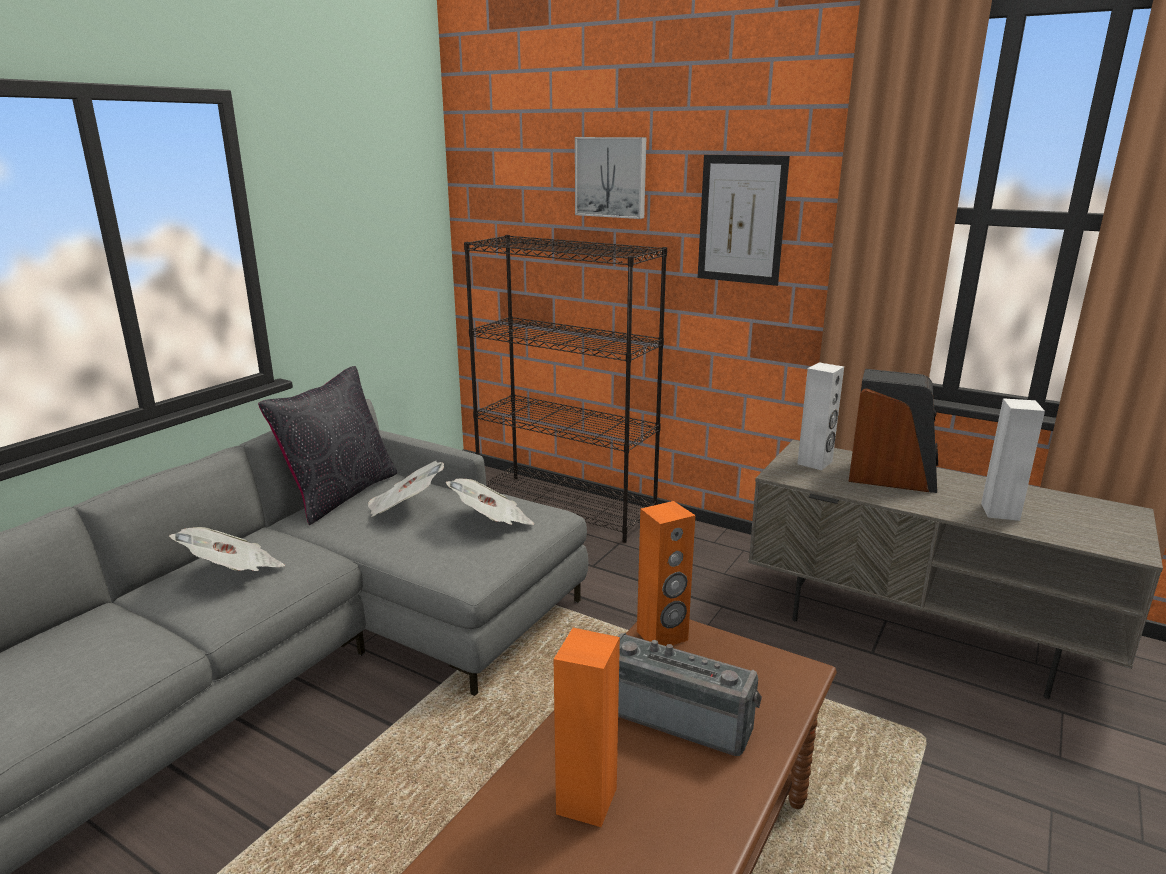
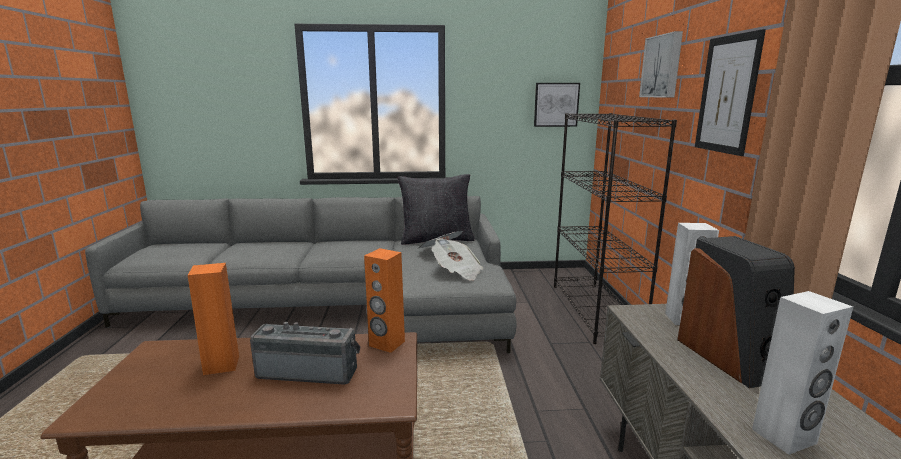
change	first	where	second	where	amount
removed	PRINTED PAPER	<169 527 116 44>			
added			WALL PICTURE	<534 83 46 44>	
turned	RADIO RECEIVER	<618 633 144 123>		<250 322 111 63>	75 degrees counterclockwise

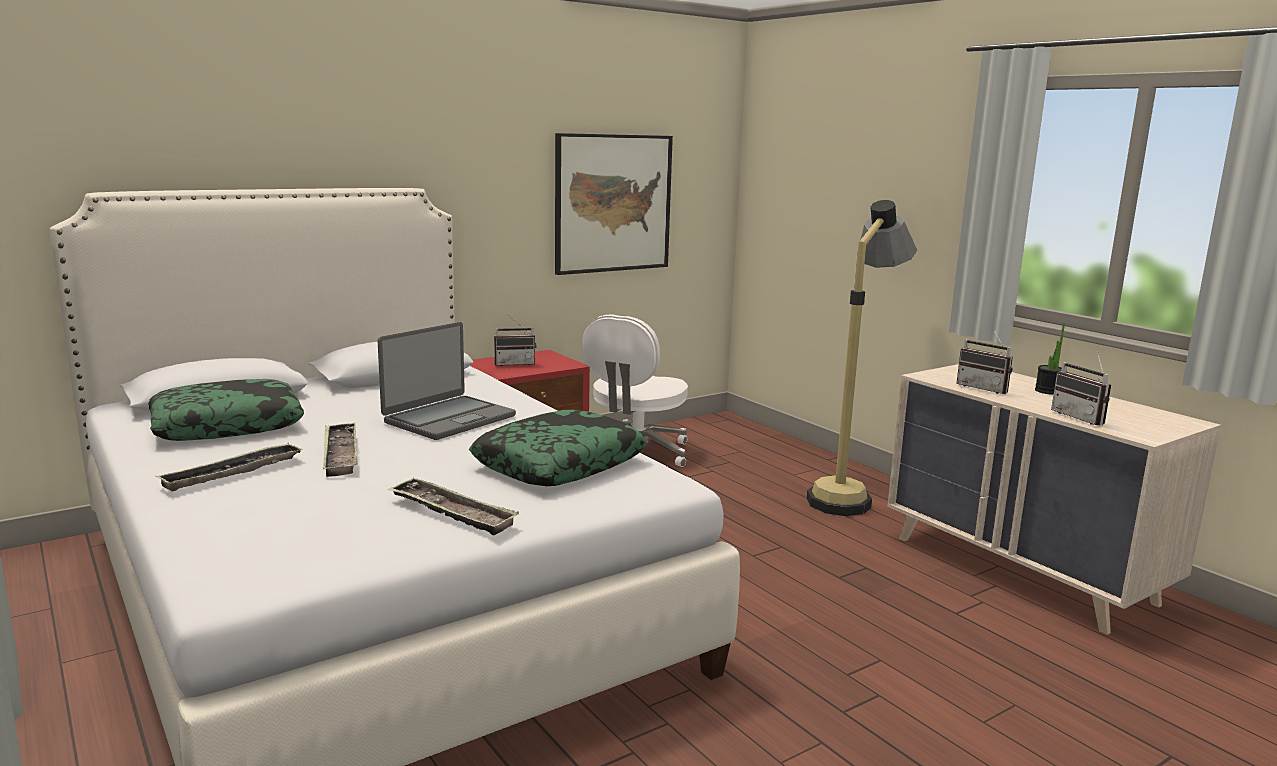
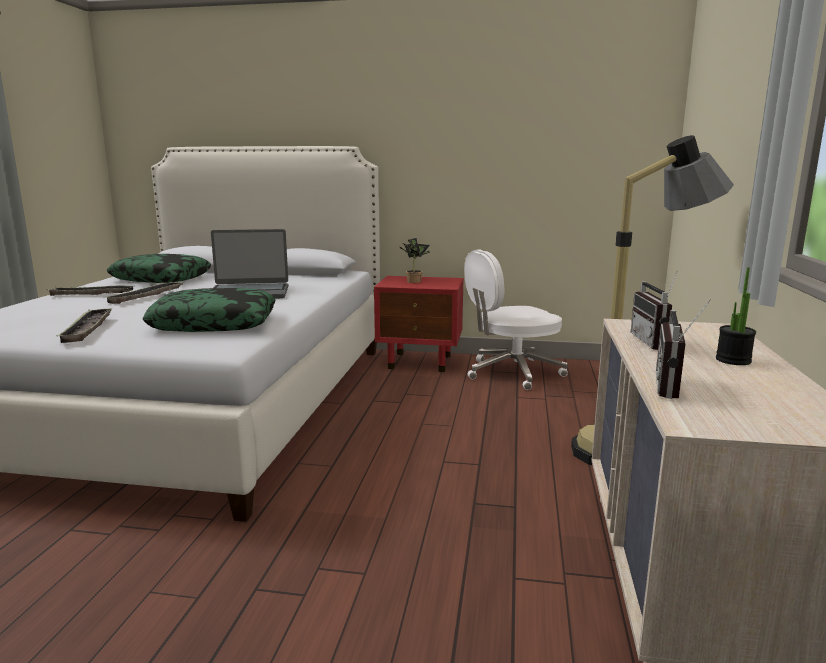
change	first	where	second	where	amount
removed	WALL PICTURE	<555 133 118 142>			
replaced	RADIO RECEIVER	<494 316 42 50>	POTTED PLANT	<400 238 30 45>	

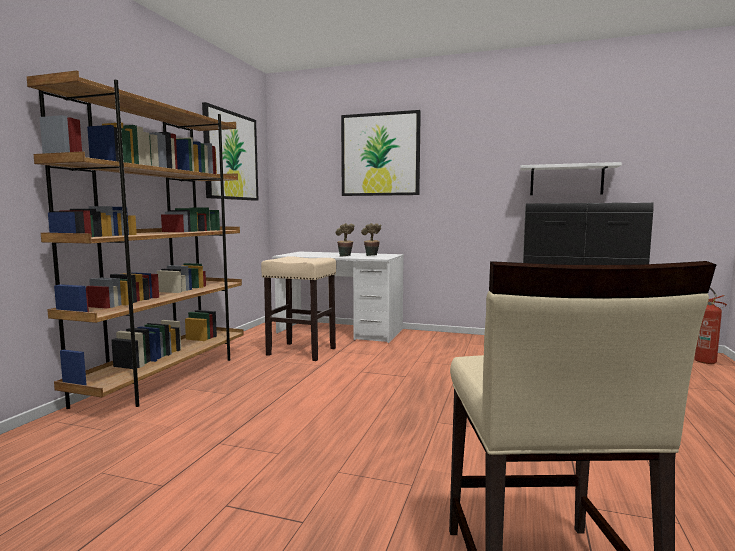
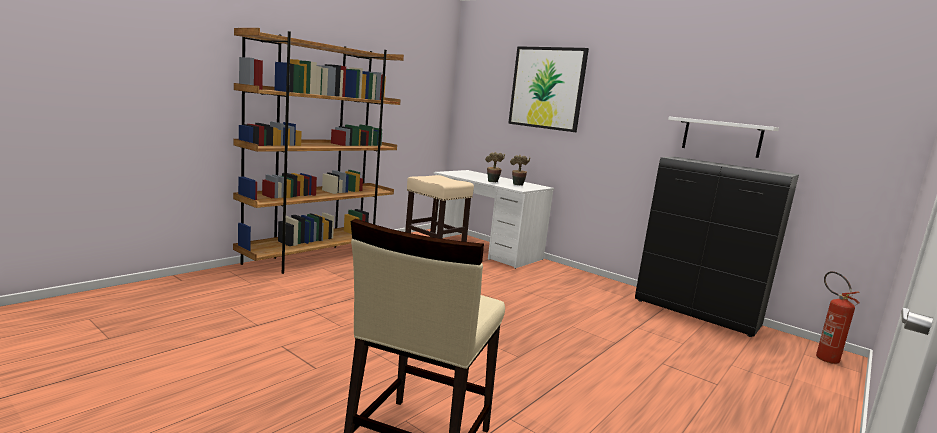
change	first	where	second	where	amount
removed	WALL PICTURE	<202 102 56 99>			

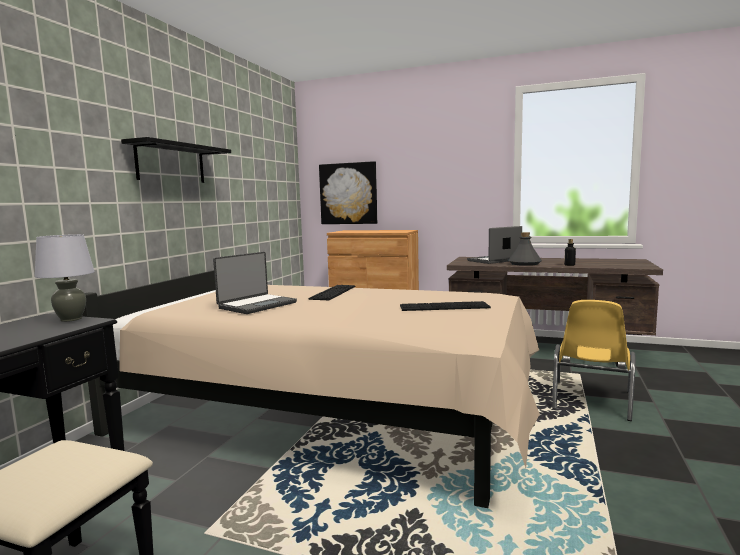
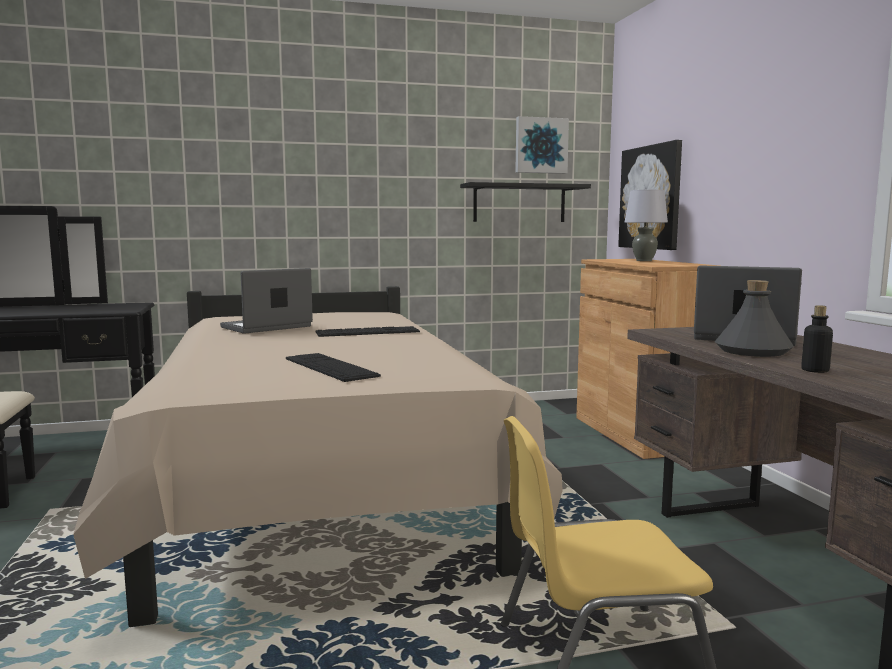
change	first	where	second	where	amount
added			WALL PICTURE	<515 116 54 58>	
moved	GREYISH TABLE LAMP	<35 234 60 88>		<624 190 44 71>	
moved	BLACK WALL SHELF	<121 137 110 46>		<460 182 131 40>	
turned	PORTABLE COMPUTER	<213 252 84 62>		<220 268 93 66>	135 degrees clockwise

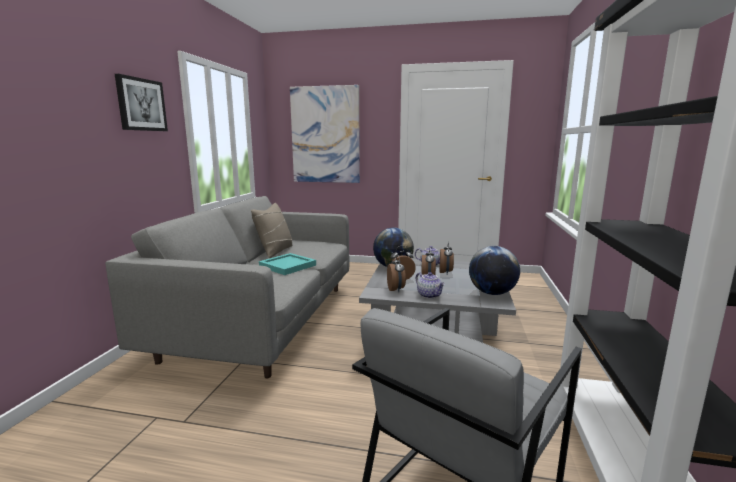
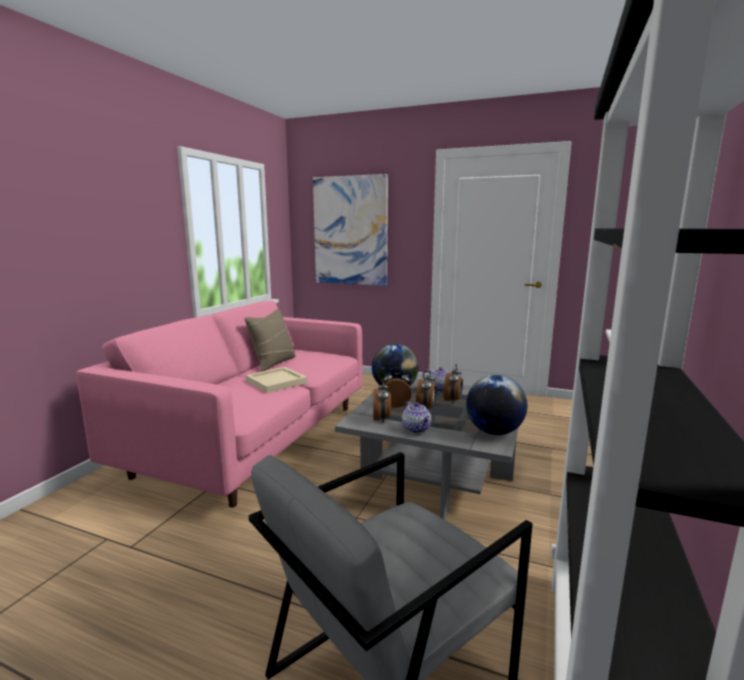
change	first	where	second	where	amount
removed	WALL PICTURE	<115 74 53 57>			
recoloured	GREYISH SETTEE	<105 196 244 182>	PINK-COLOURED SETTEE	<76 300 286 207>	
recoloured	TURQUOISE-COLOURED TRAY	<259 253 57 22>	SAND-COLOURED TRAY	<246 367 61 26>	

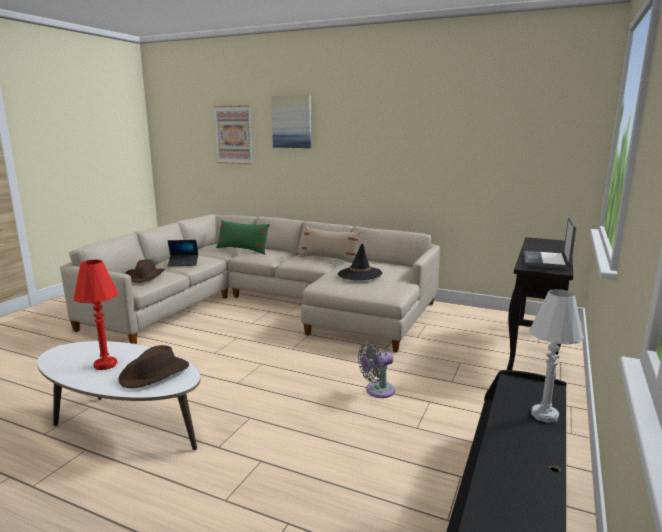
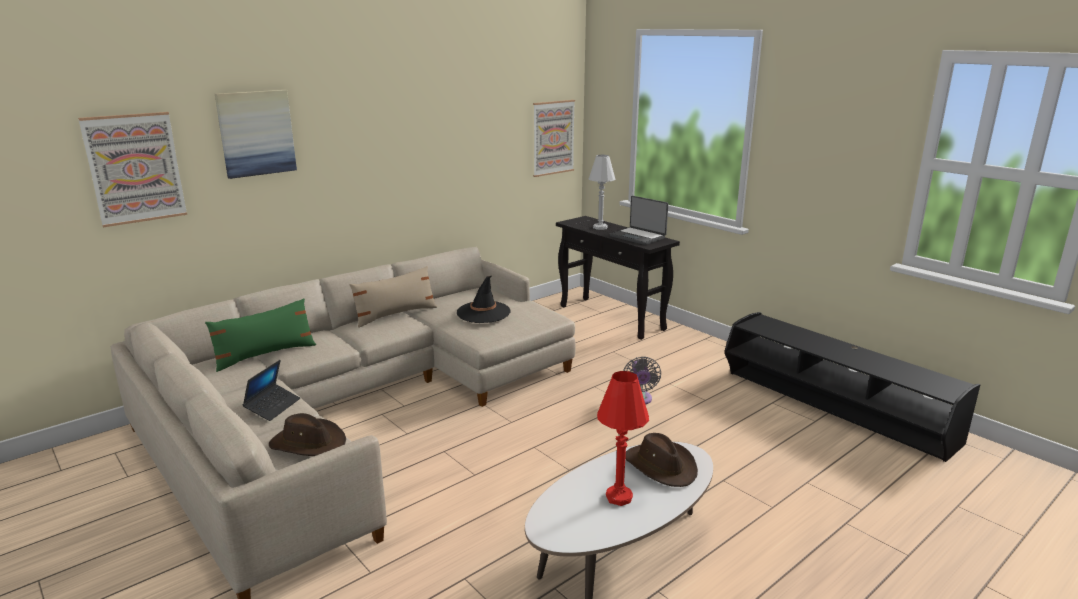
change	first	where	second	where	amount
added			WALL PICTURE	<533 100 42 77>	
moved	WHITE-COLOURED TABLE LAMP	<529 289 55 134>		<589 155 26 75>	

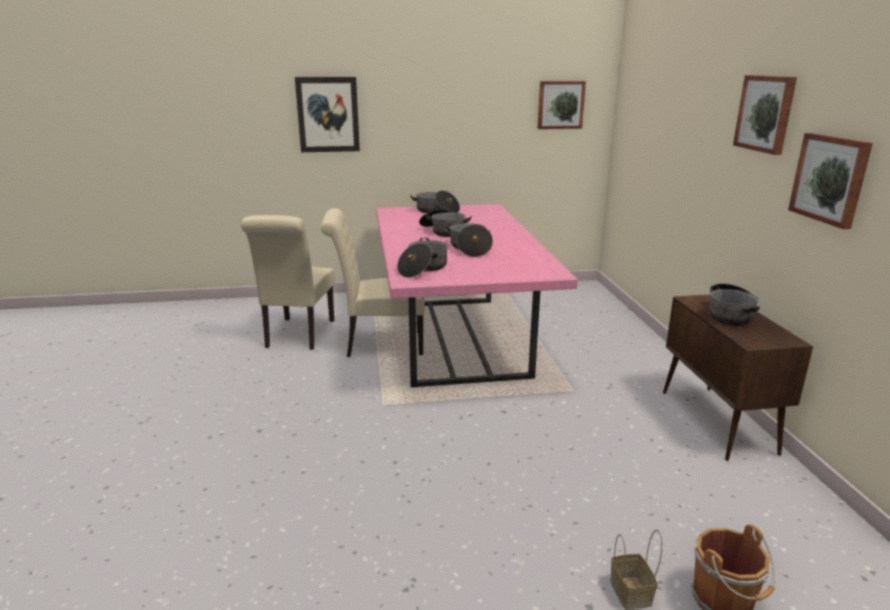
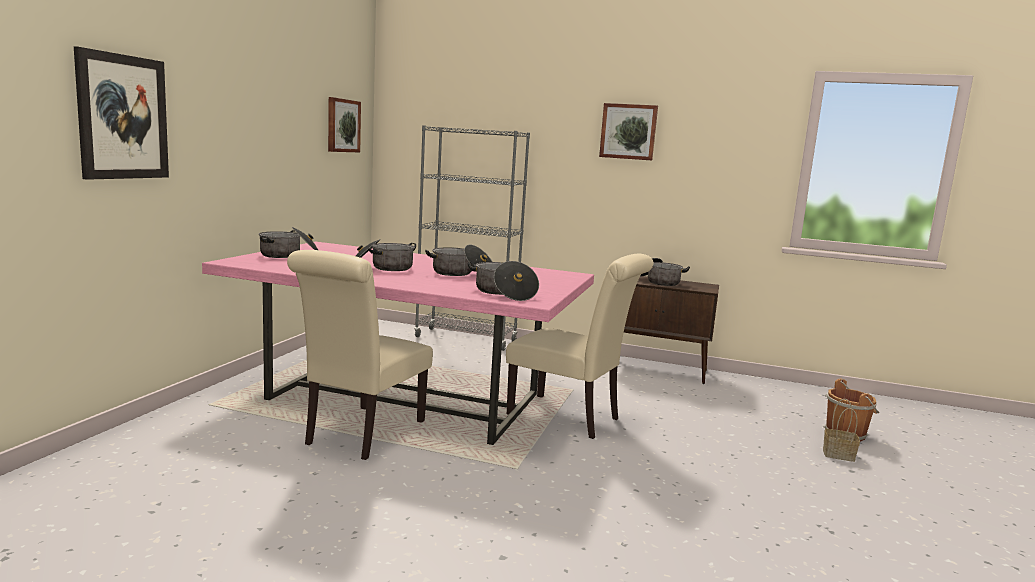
change	first	where	second	where	amount
removed	WALL PICTURE	<788 133 85 96>			
added			GREYISH BOOKSHELF	<414 125 116 226>	
moved	SAND-COLOURED PLAIN CHAIR	<241 215 94 135>		<506 254 147 185>	

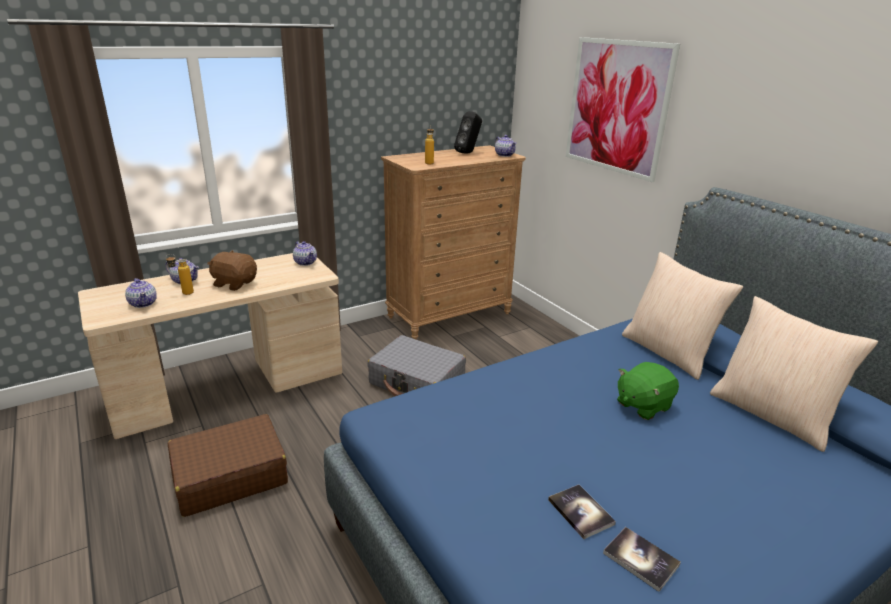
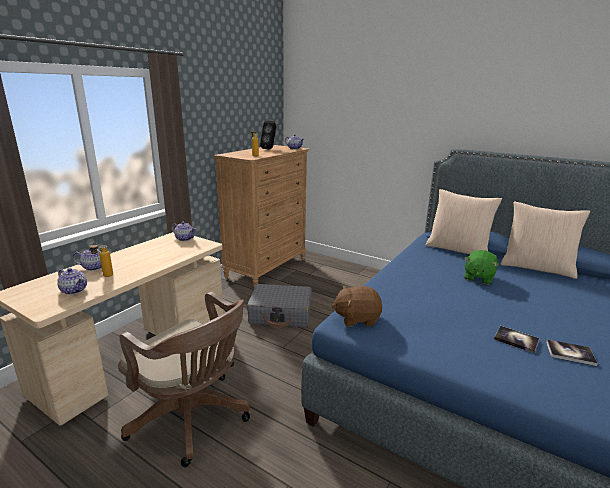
change	first	where	second	where	amount
removed	WALL PICTURE	<566 37 114 145>			
moved	BROWNISH PLUSH TOY	<207 250 50 41>		<332 285 50 42>	
replaced	BROWNISH TRAVEL CASE	<168 414 120 103>	BROWNISH COMPUTER CHAIR	<118 292 132 175>	

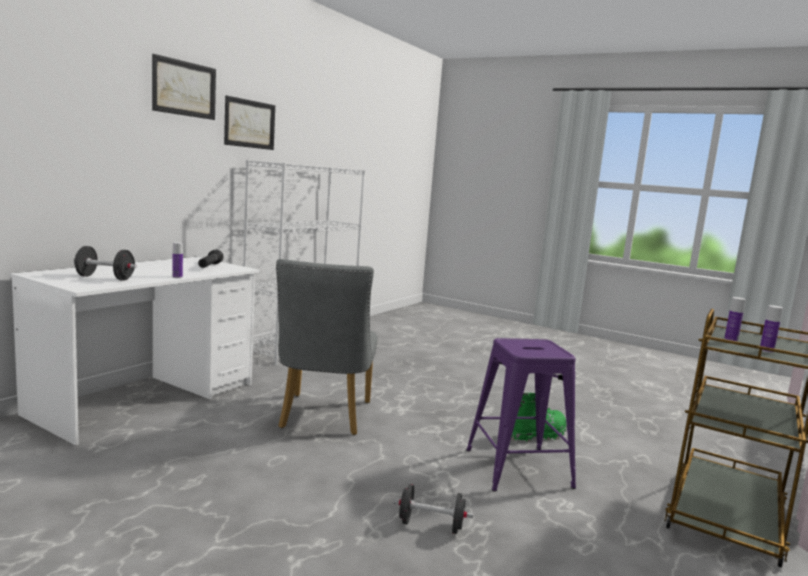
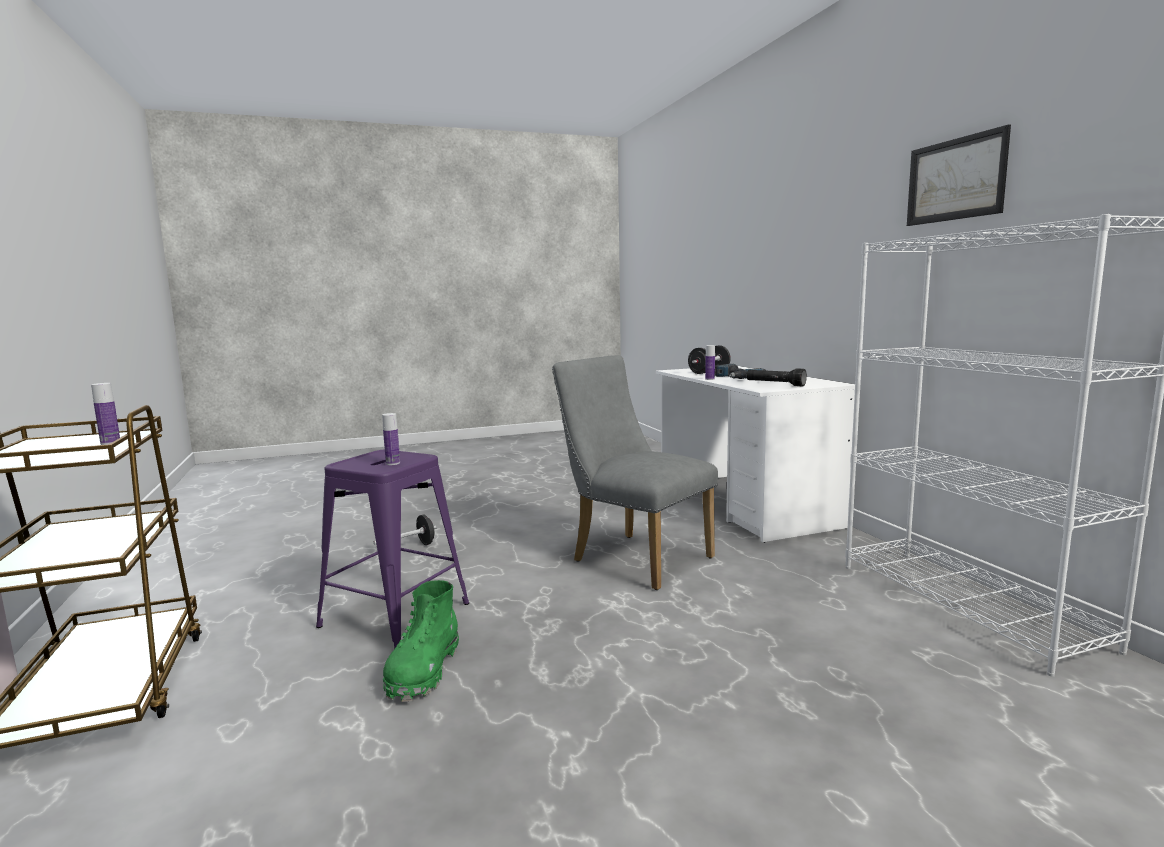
change	first	where	second	where	amount
removed	WALL PICTURE	<152 54 64 66>			
added			ELECTRIC DRILL	<715 364 51 15>	
moved	BOTTLE	<760 305 23 48>		<382 413 18 52>	

